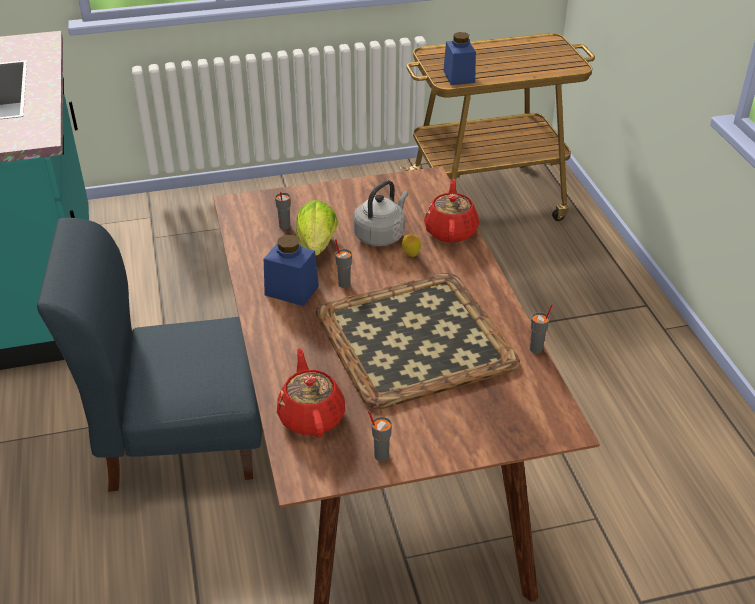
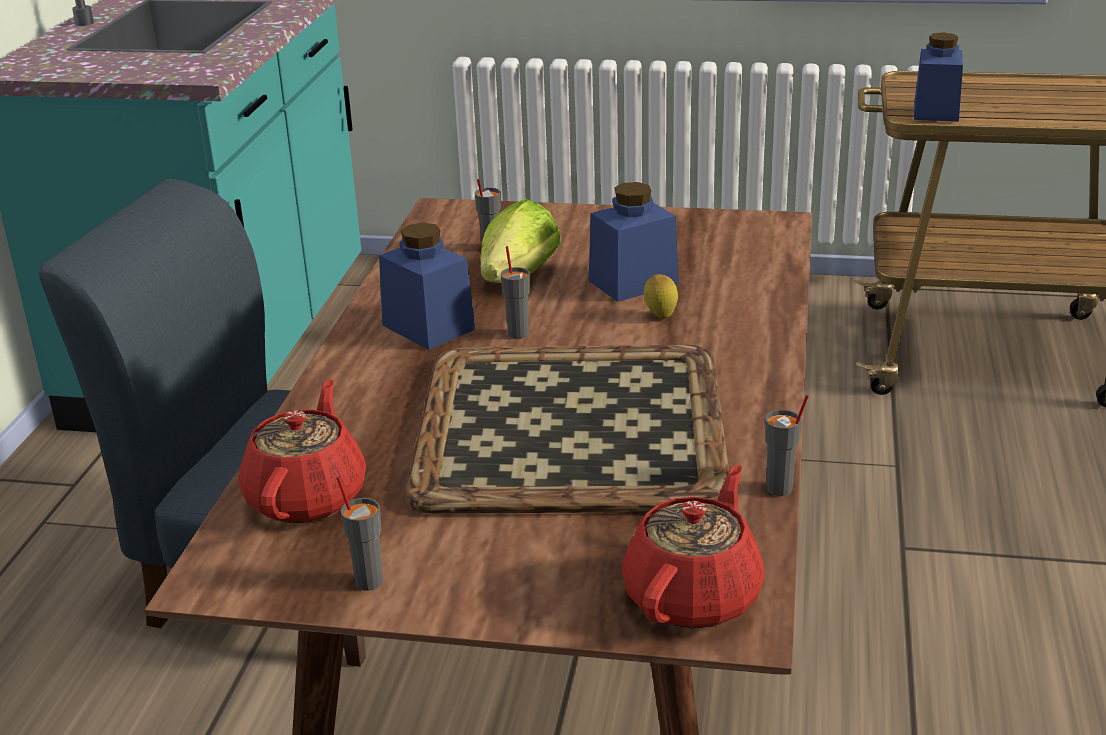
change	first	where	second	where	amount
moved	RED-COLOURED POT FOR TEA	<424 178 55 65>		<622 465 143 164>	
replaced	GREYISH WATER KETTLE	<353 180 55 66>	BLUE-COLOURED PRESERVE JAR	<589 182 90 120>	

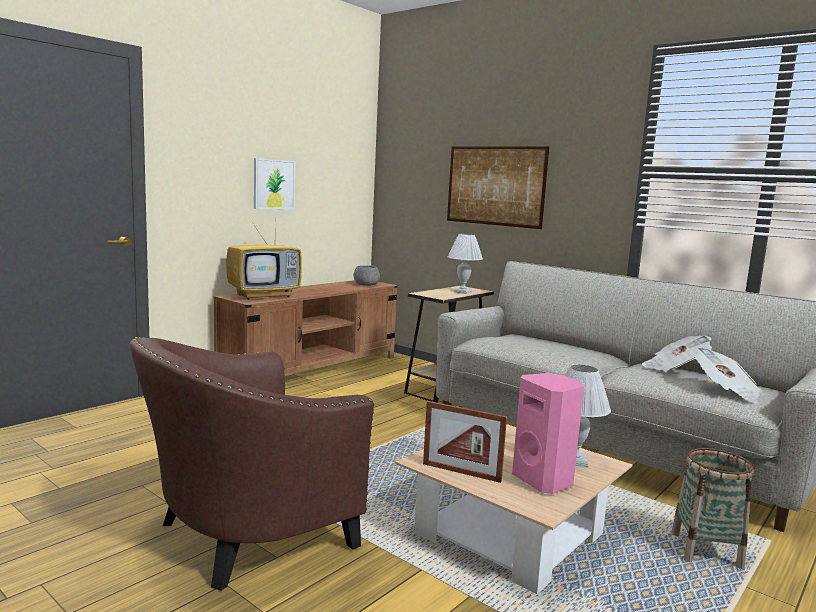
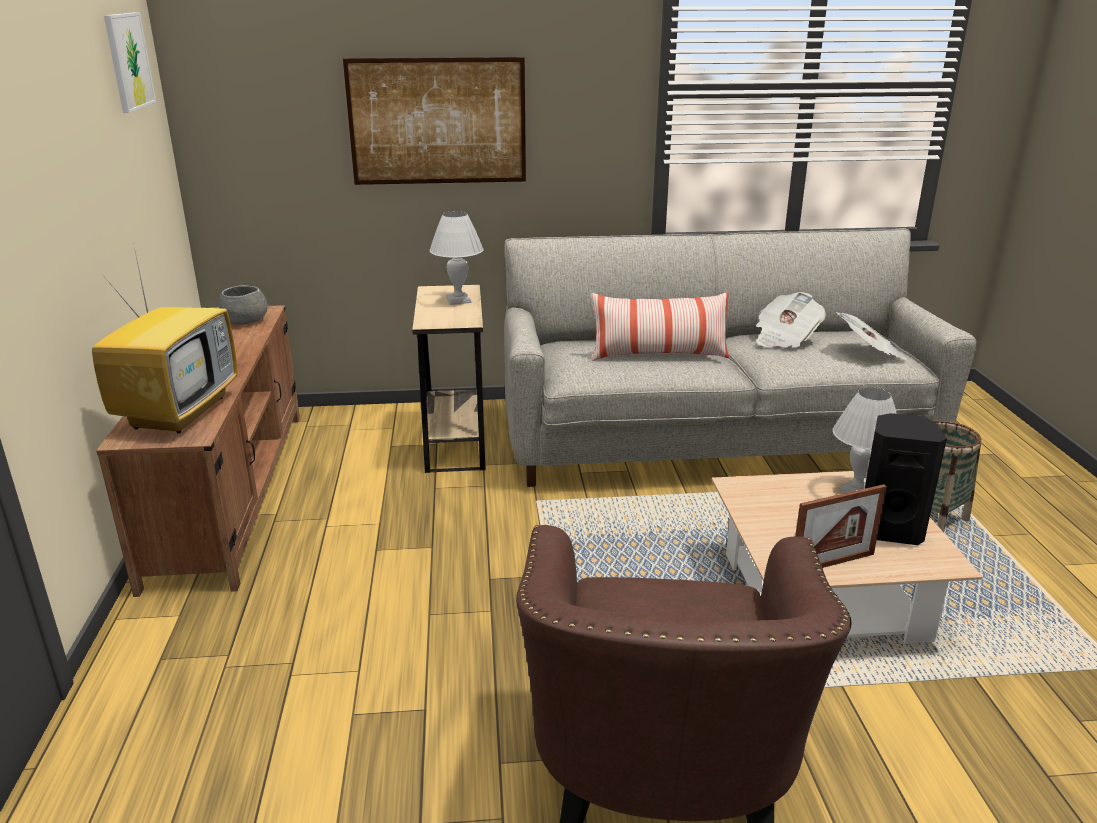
change	first	where	second	where	amount
added			CUSHION	<591 292 138 69>	
moved	WALL PICTURE	<254 158 41 51>		<104 12 52 101>	
recoloured	PINK-COLOURED SPEAKER	<512 373 72 121>	BLACK SPEAKER	<865 413 82 132>	

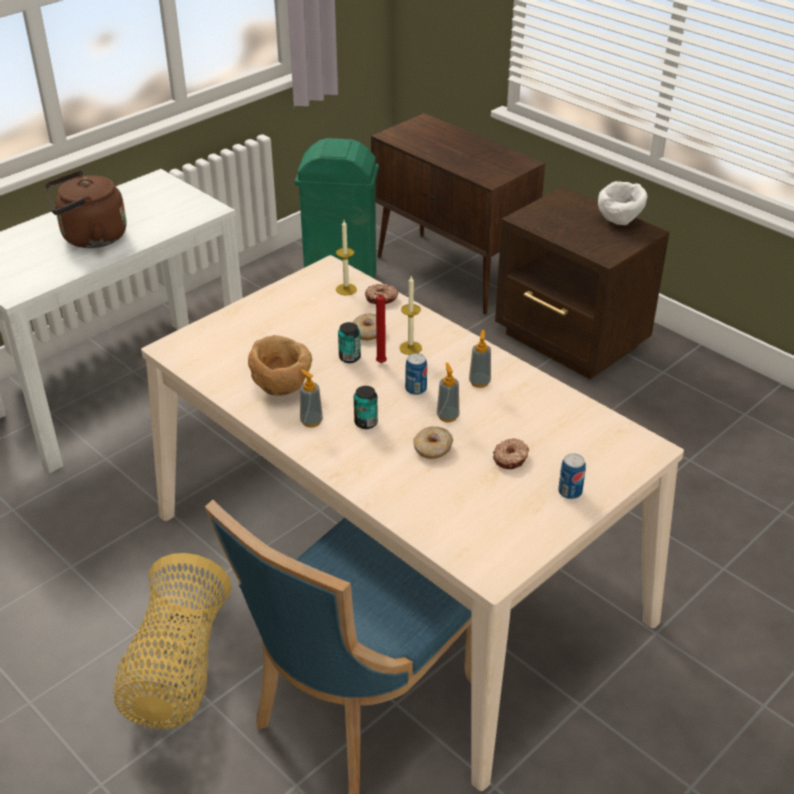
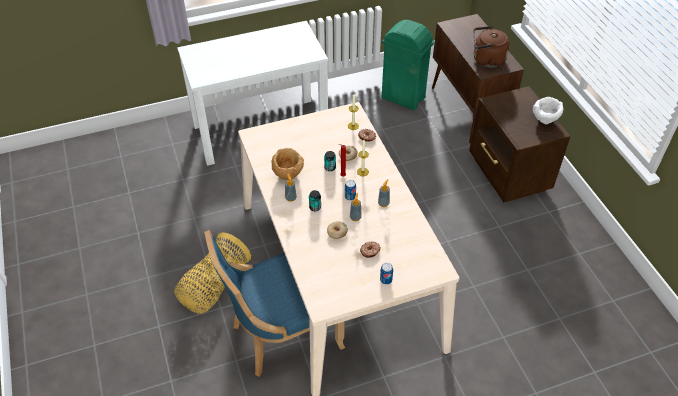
change	first	where	second	where	amount
moved	BROWNISH WATER KETTLE	<45 170 82 78>		<474 26 36 42>	

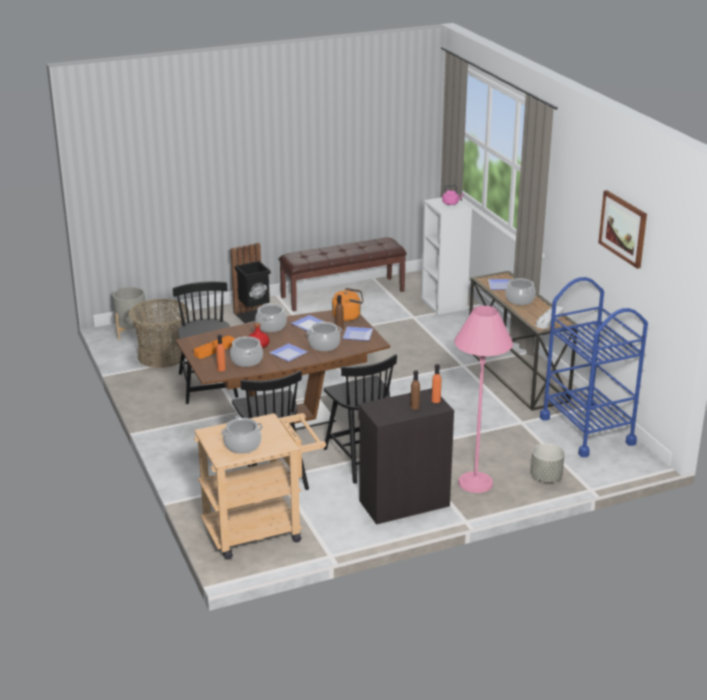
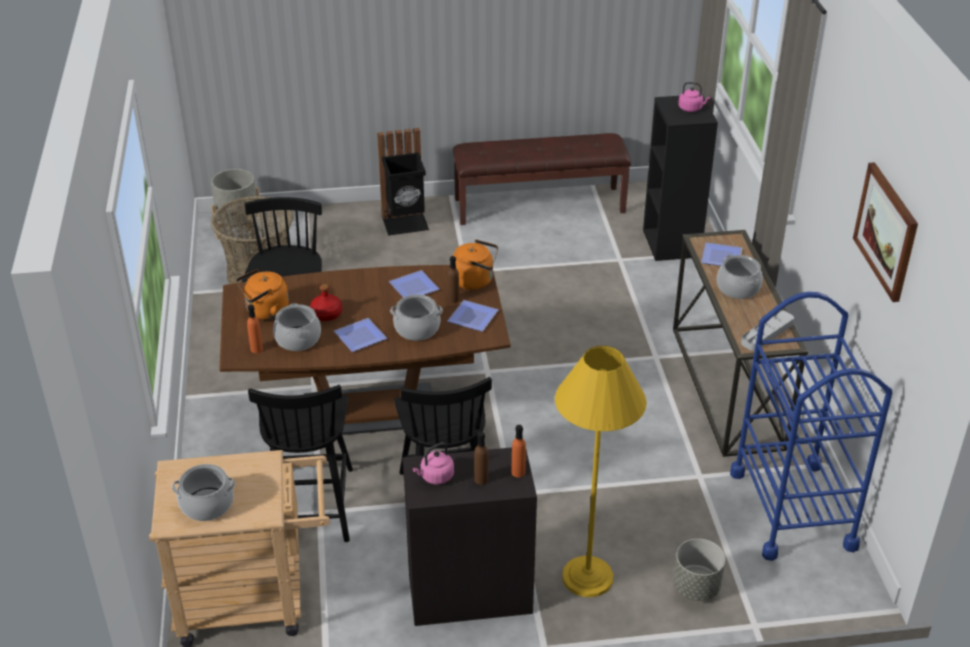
change	first	where	second	where	amount
removed	COOKING POT	<255 304 32 28>			
added			PINK-COLOURED WATER KETTLE	<412 443 42 42>	
replaced	ORANGE TRAY	<194 336 41 23>	ORANGE WATER KETTLE	<236 269 53 51>	
recoloured	WHITE-COLOURED BOOKSHELF	<421 197 51 118>	BLACK BOOKSHELF	<643 94 75 167>	
recoloured	PINK-COLOURED FLOOR LAMP	<454 306 59 187>	YELLOW FLOOR LAMP	<555 346 92 251>	

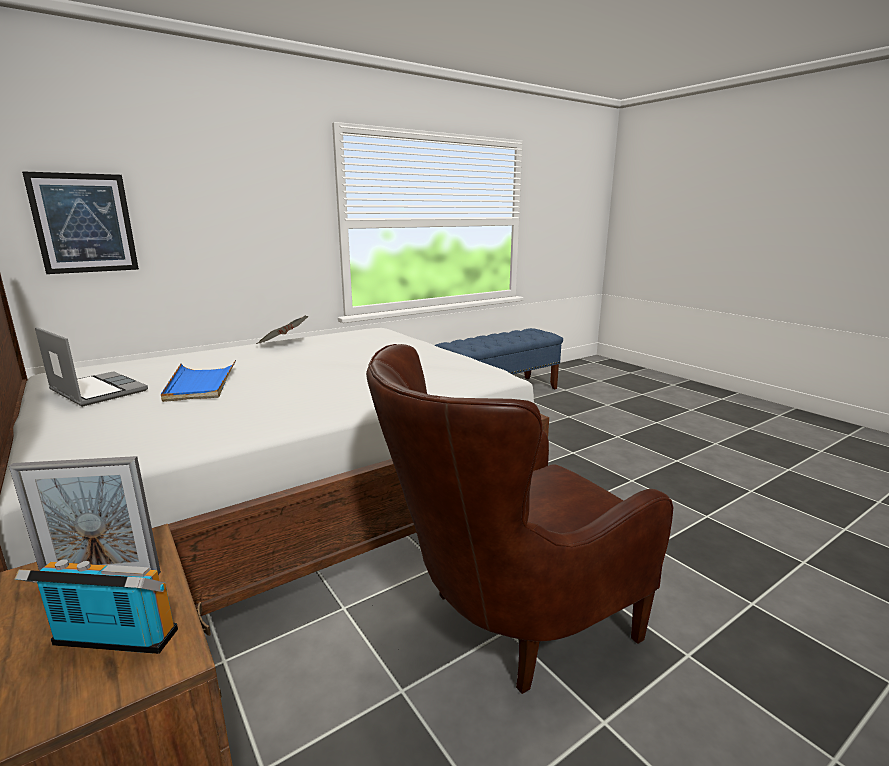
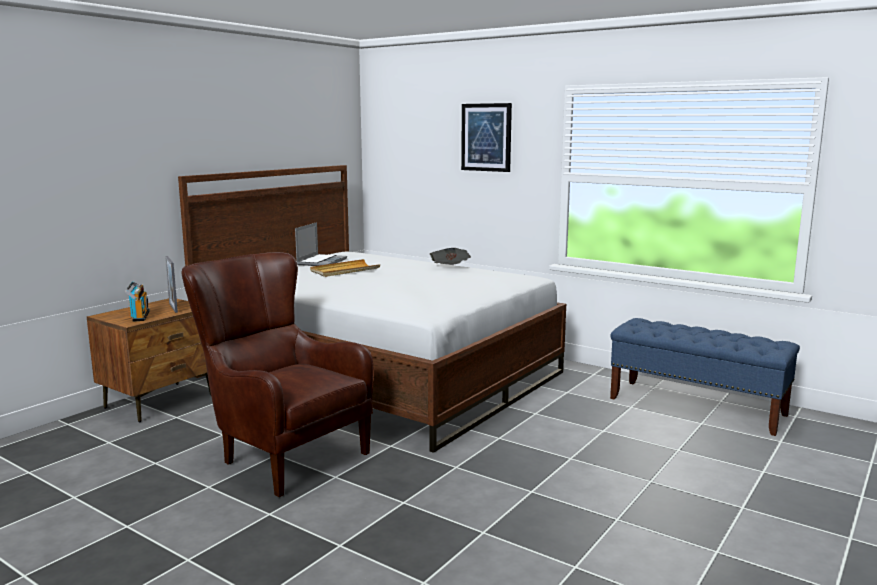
change	first	where	second	where	amount
moved	WALL PICTURE	<22 171 117 103>		<461 103 51 69>	
recoloured	BLUE-COLOURED TRAY	<161 360 75 42>	SAND-COLOURED TRAY	<310 259 70 18>	

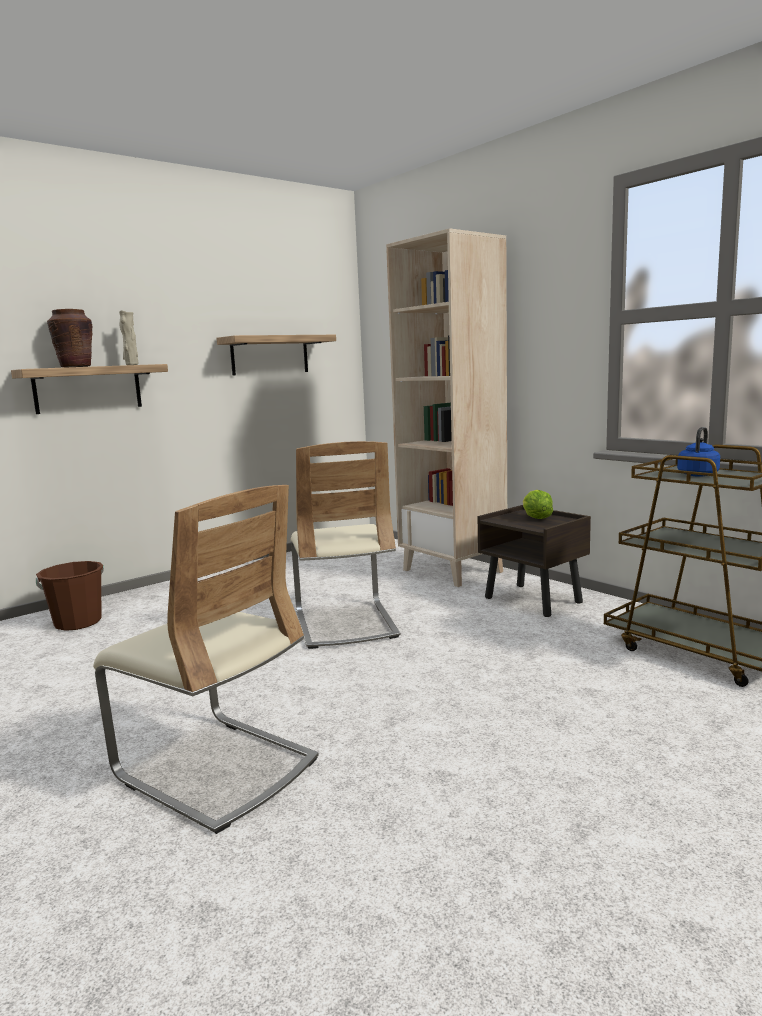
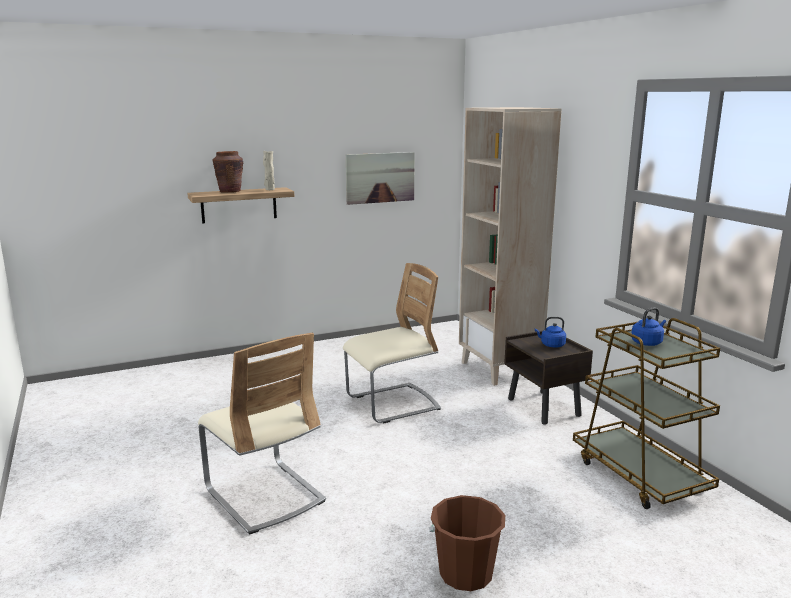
change	first	where	second	where	amount
moved	BROWNISH WATER BUCKET	<36 561 68 70>		<429 495 76 96>	
replaced	WALL SHELF	<216 335 120 41>	WALL PICTURE	<346 152 69 53>	
replaced	HEAD OF LETTUCE	<523 490 30 29>	BLUE-COLOURED WATER KETTLE	<535 317 31 31>	
turned	SAND-COLOURED PLAIN CHAIR	<291 441 109 208>		<343 263 98 160>	120 degrees counterclockwise

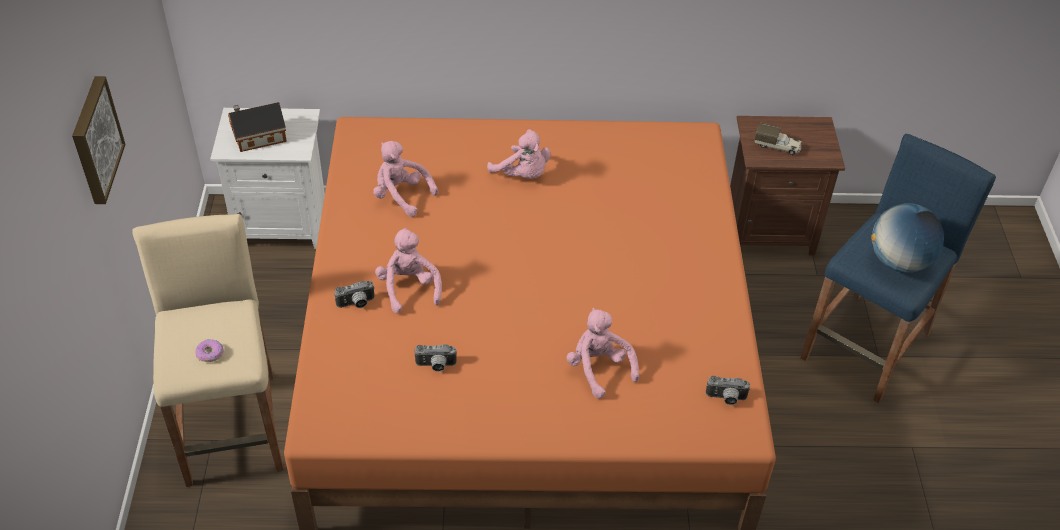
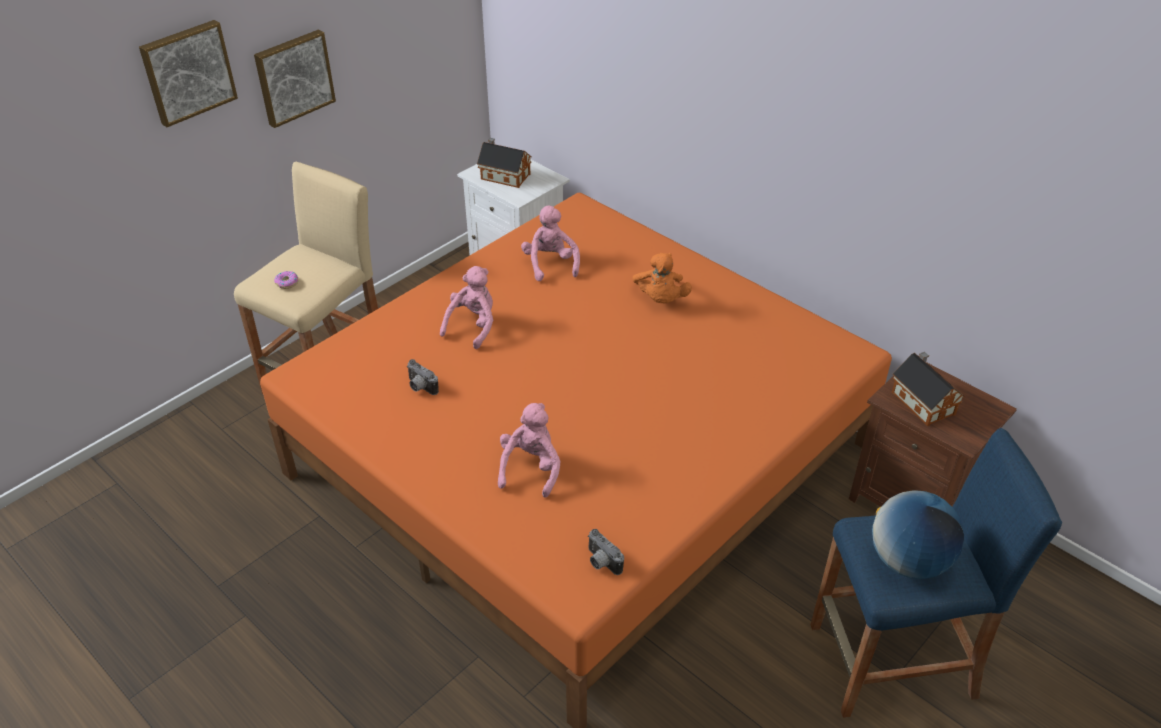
change	first	where	second	where	amount
removed	STILL CAMERA	<334 281 41 27>			
added			WALL PICTURE	<139 20 99 107>	
replaced	TOY LORRY	<754 123 48 32>	MODEL HOUSE	<892 352 73 74>	
recoloured	PINK-COLOURED PLUSH TOY	<487 129 64 50>	ORANGE PLUSH TOY	<632 253 60 51>	

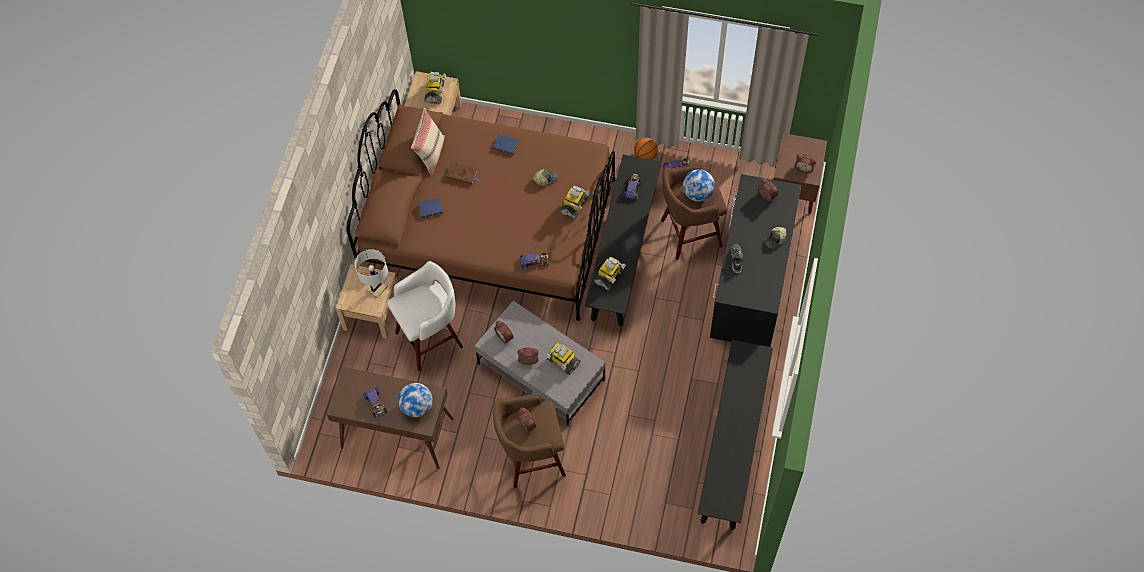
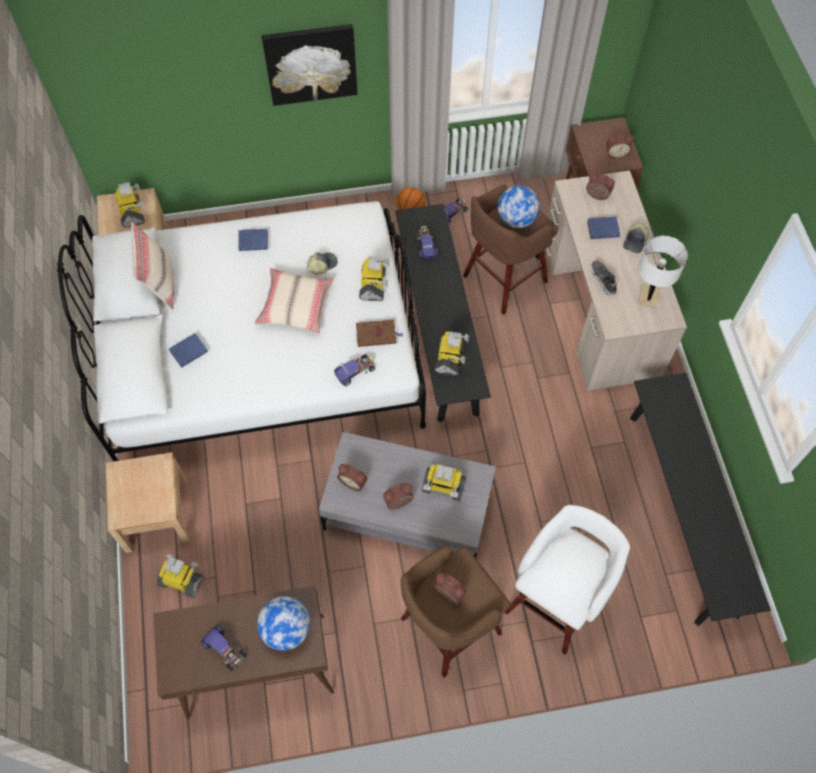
change	first	where	second	where	amount
added			ROBOT FIGURE	<157 553 47 45>	
added			SAND-COLOURED CUSHION	<254 268 80 66>	
added			WALL PICTURE	<262 24 96 82>	
added			BLUE-COLOURED BOOK	<587 217 33 22>	
moved	WHITE-COLOURED TABLE LAMP	<354 249 34 49>		<638 235 50 72>	
moved	WHITE-COLOURED STOOL	<387 261 76 110>		<504 505 126 150>	
moved	BROWNISH BOOK	<446 162 34 23>		<356 320 47 27>	
recoloured	BROWNISH BEDROOM BED	<347 89 268 232>	WHITE-COLOURED BEDROOM BED	<57 201 369 260>	
recoloured	BLACK DESK	<710 174 92 173>	SAND-COLOURED DESK	<545 170 142 221>	

